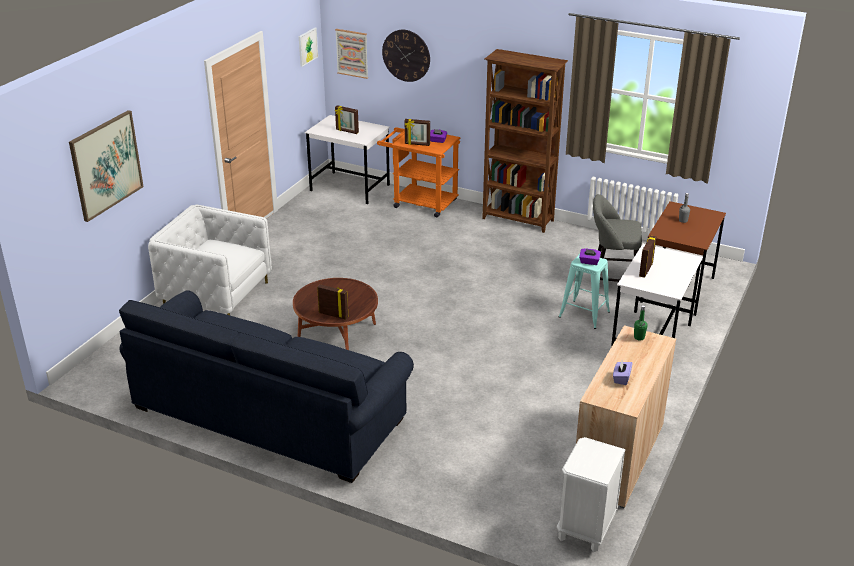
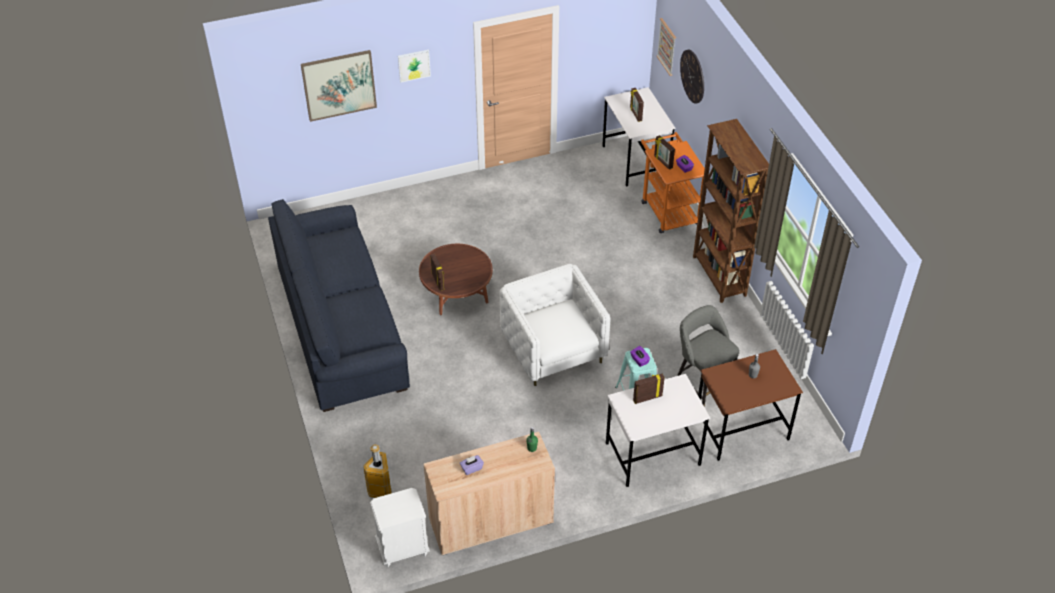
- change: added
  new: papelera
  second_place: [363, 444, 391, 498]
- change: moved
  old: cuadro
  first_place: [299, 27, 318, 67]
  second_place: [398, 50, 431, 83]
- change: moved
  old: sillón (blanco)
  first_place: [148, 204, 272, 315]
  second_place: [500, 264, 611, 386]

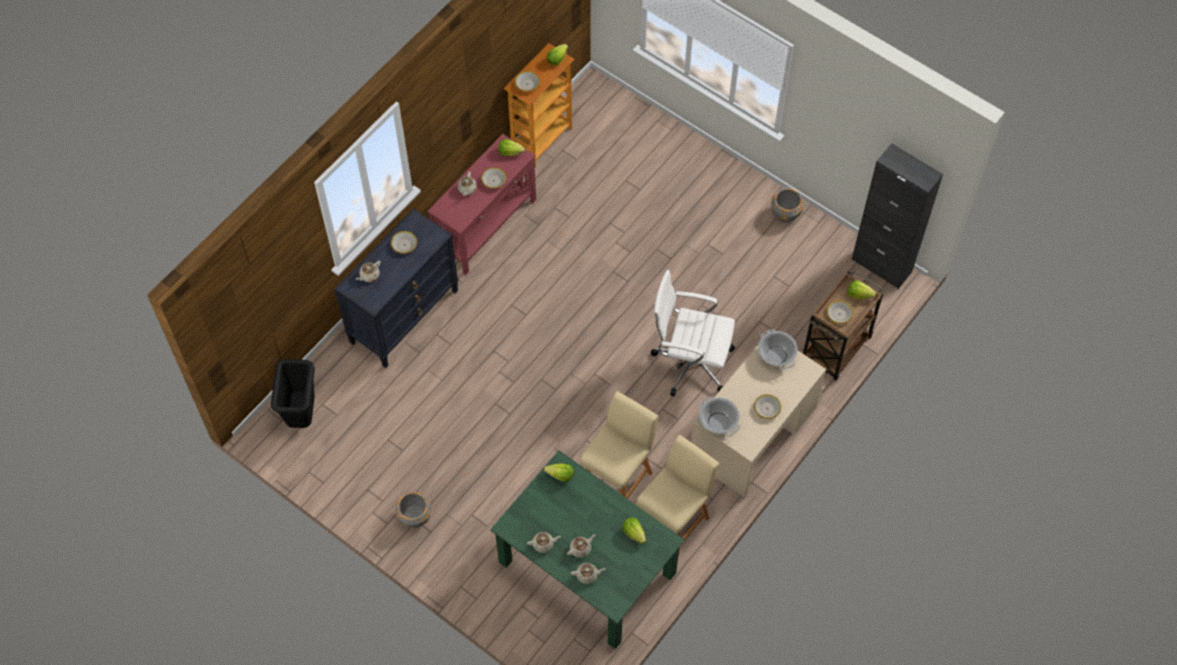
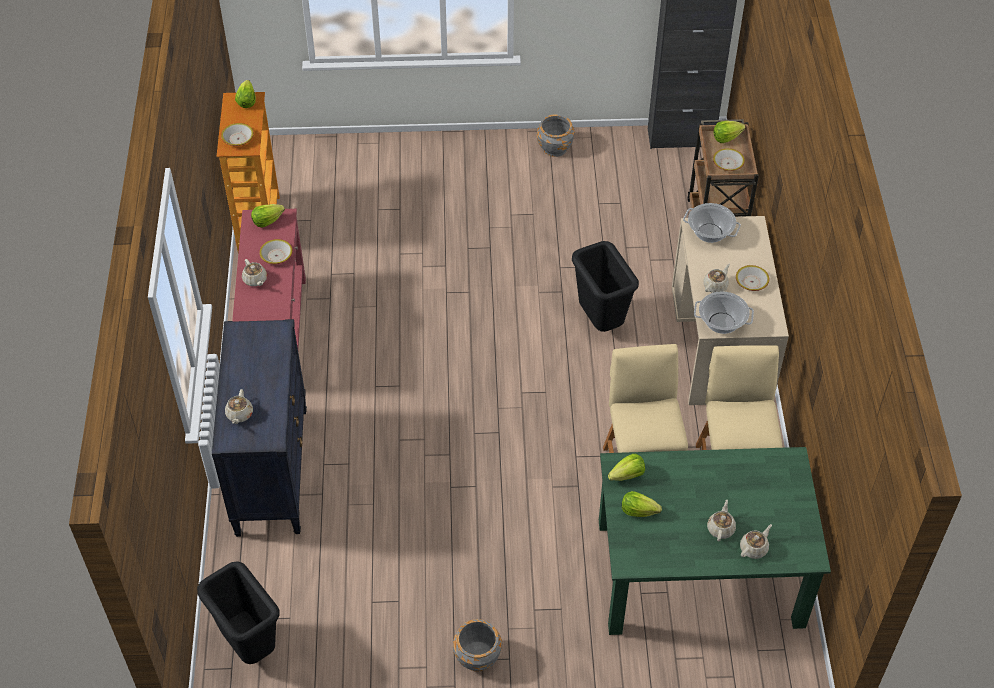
- change: replaced
  old: silla de oficina (blanco)
  new: papelera (negro)
  first_place: [651, 270, 735, 396]
  second_place: [572, 241, 639, 332]
- change: moved
  old: lechuga
  first_place: [623, 517, 646, 544]
  second_place: [622, 491, 662, 517]
- change: moved
  old: tetera (beis)
  first_place: [527, 532, 561, 553]
  second_place: [703, 263, 730, 293]
- change: removed
  old: cuenco
  first_place: [391, 231, 417, 254]

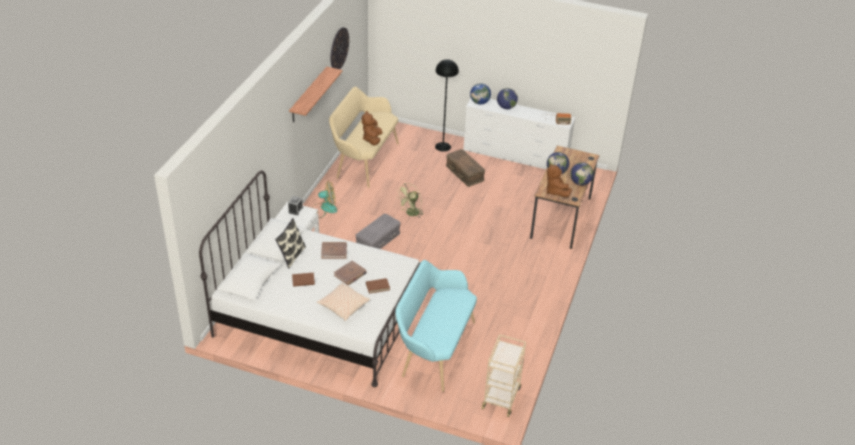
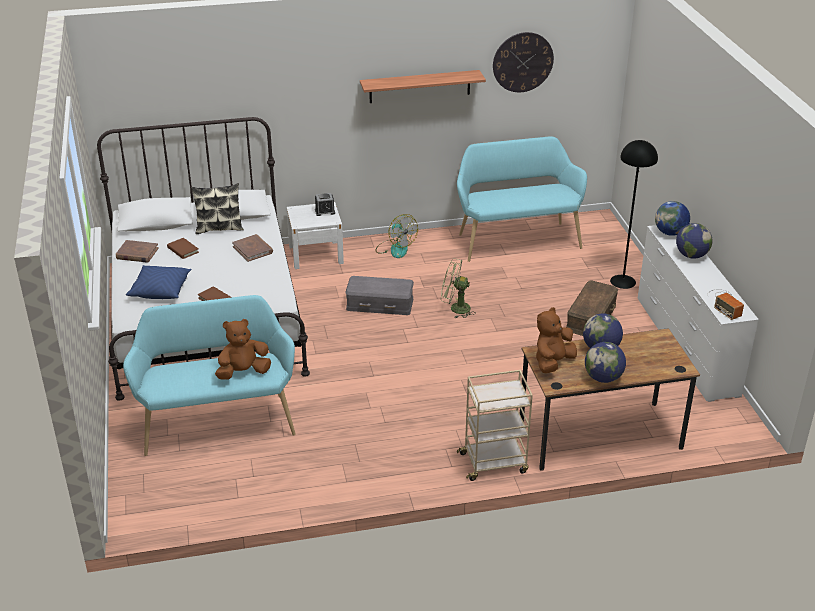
- change: moved
  old: libro (marrón)
  first_place: [334, 261, 367, 285]
  second_place: [116, 240, 159, 263]
- change: recoloured
  old: cojín (beis)
  new: cojín (azul)
  first_place: [317, 282, 370, 321]
  second_place: [126, 265, 191, 299]
- change: moved
  old: peluche (marrón)
  first_place: [362, 111, 383, 145]
  second_place: [215, 319, 271, 380]
- change: recoloured
  old: banco (beis)
  new: banco (turquesa)
  first_place: [329, 87, 399, 188]
  second_place: [457, 136, 587, 262]
- change: moved
  old: carrito (beis)
  first_place: [481, 334, 526, 417]
  second_place: [457, 370, 533, 481]

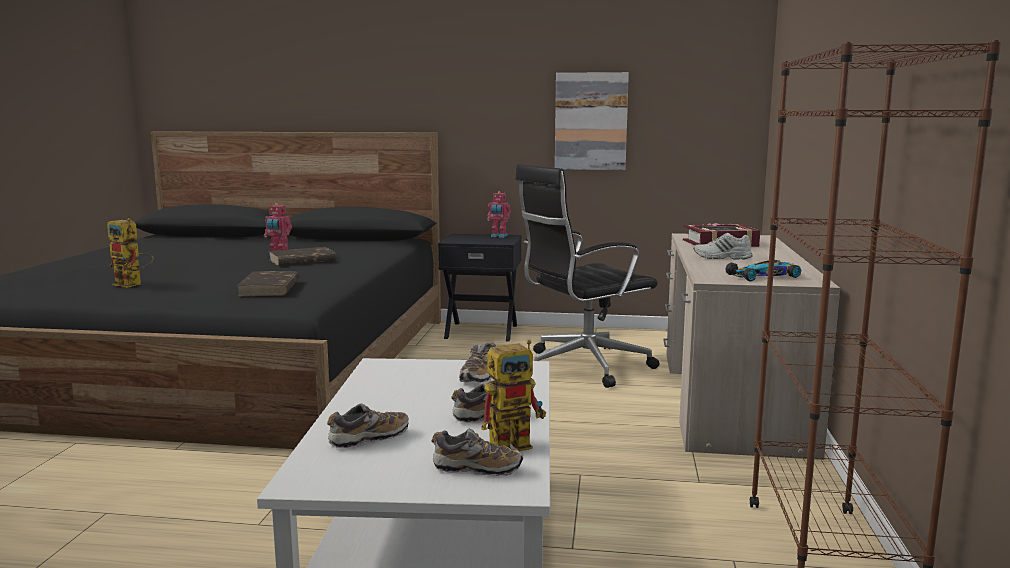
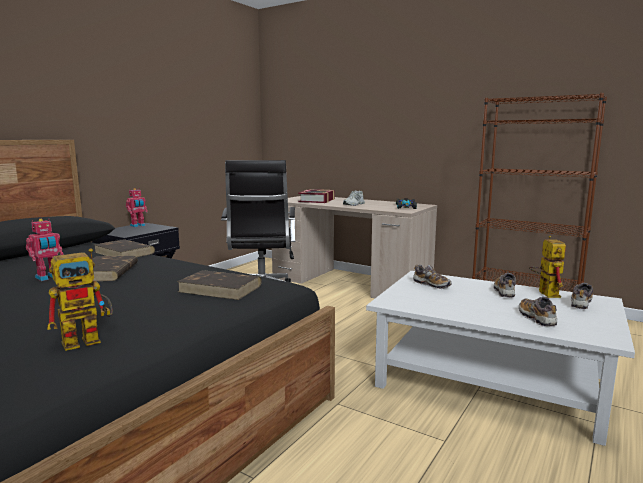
- change: added
  new: libro (marrón)
  second_place: [94, 239, 155, 257]
- change: removed
  old: cuadro
  first_place: [555, 72, 629, 170]

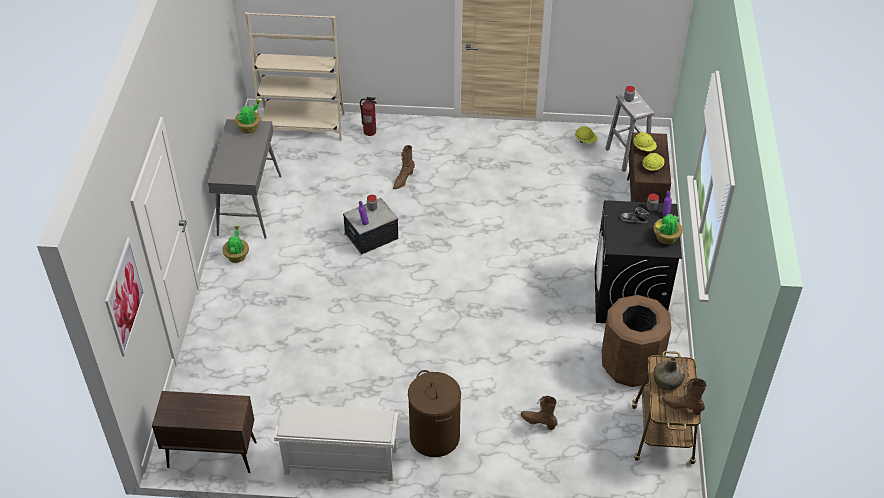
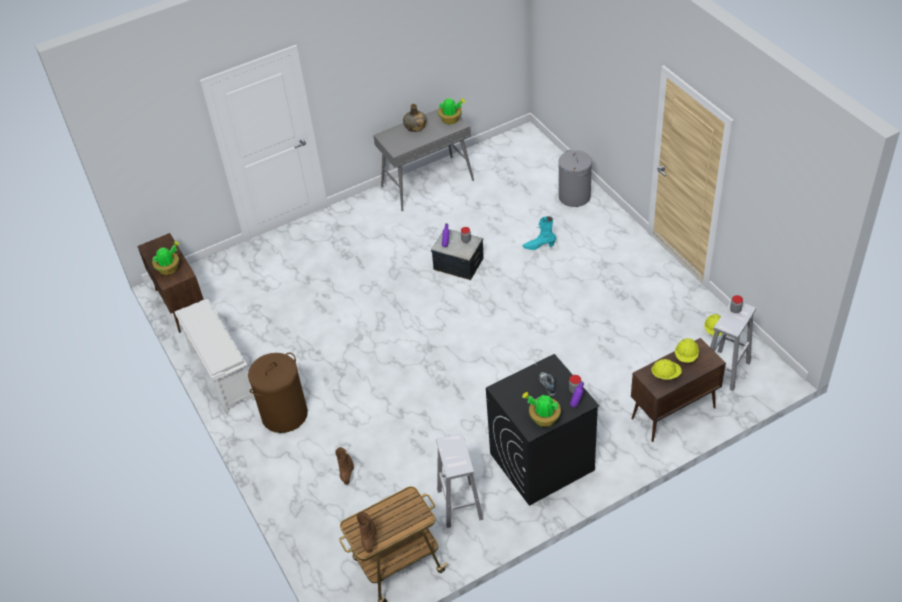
- change: moved
  old: planta en maceta
  first_place: [222, 226, 249, 263]
  second_place: [152, 241, 180, 275]
- change: moved
  old: botella (verde)
  first_place: [654, 357, 685, 390]
  second_place: [403, 104, 426, 132]
- change: replaced
  old: papelera (marrón)
  new: taburete (blanco)
  first_place: [602, 295, 671, 387]
  second_place: [436, 433, 484, 528]
- change: recoloured
  old: bota (marrón)
  new: bota (turquesa)
  first_place: [393, 145, 415, 189]
  second_place: [523, 216, 556, 250]
- change: replaced
  old: extintor
  new: cesto de la ropa (gris)
  first_place: [360, 97, 377, 136]
  second_place: [559, 150, 592, 207]
- change: removed
  old: cuadro
  first_place: [105, 238, 145, 357]
- change: removed
  old: estantería (beis)
  first_place: [245, 12, 345, 141]

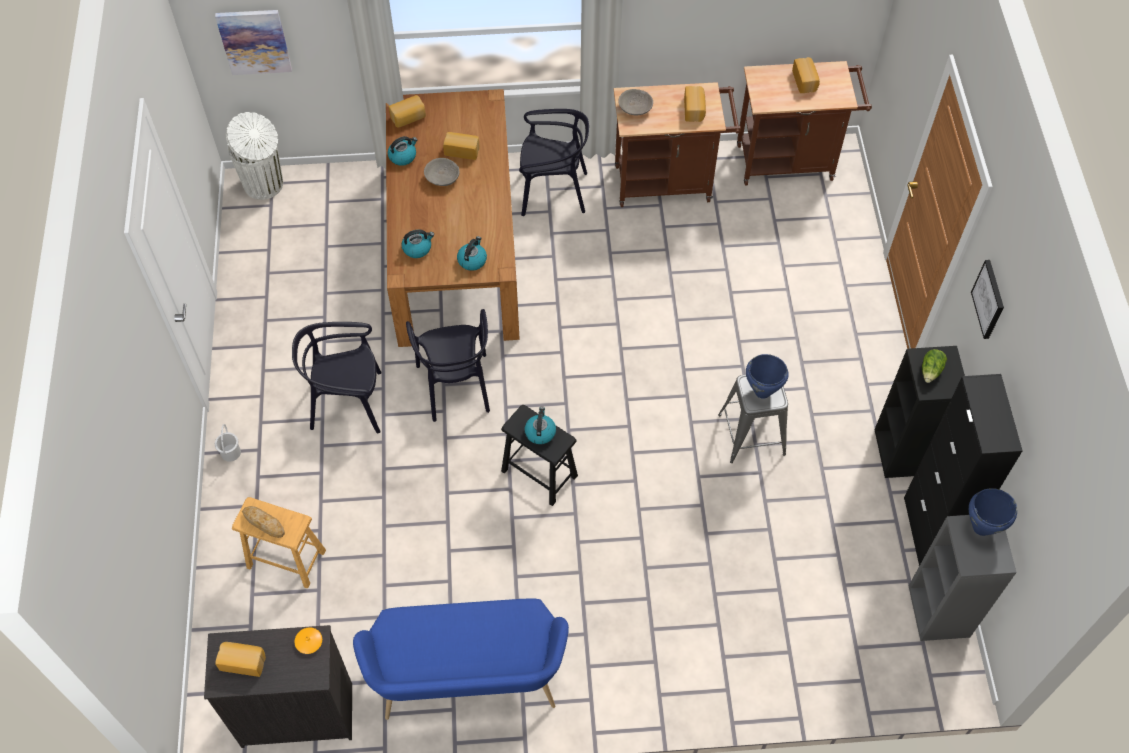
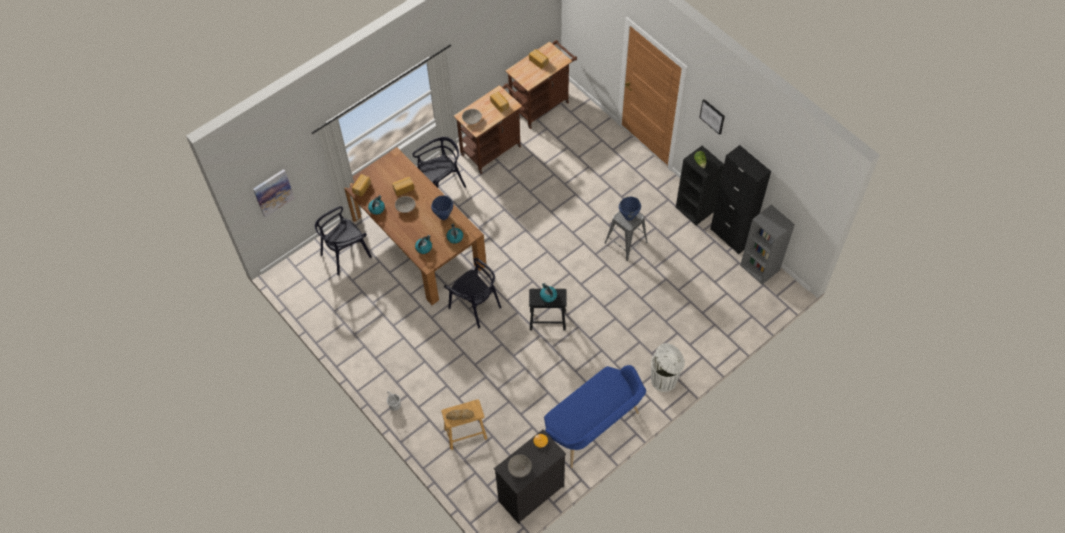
- change: moved
  old: silla (negro)
  first_place: [292, 322, 381, 433]
  second_place: [314, 206, 372, 276]
- change: moved
  old: olla (azul)
  first_place: [969, 488, 1017, 536]
  second_place: [431, 195, 453, 220]
- change: replaced
  old: pan
  new: cuenco (gris)
  first_place: [215, 642, 266, 677]
  second_place: [508, 455, 532, 478]
- change: moved
  old: papelera (blanco)
  first_place: [226, 112, 283, 200]
  second_place: [651, 343, 685, 392]

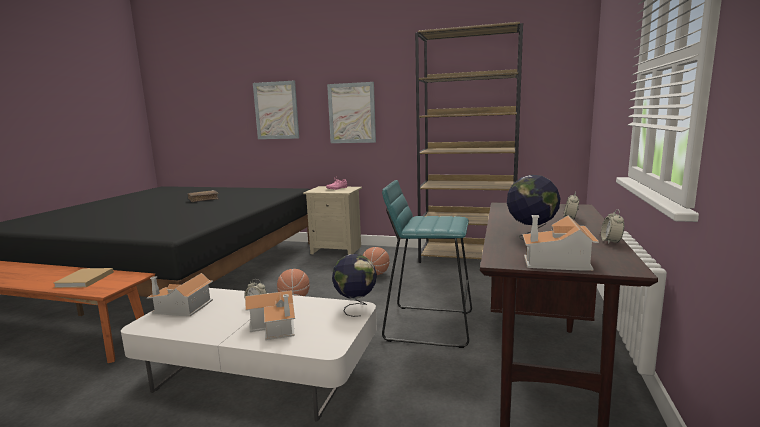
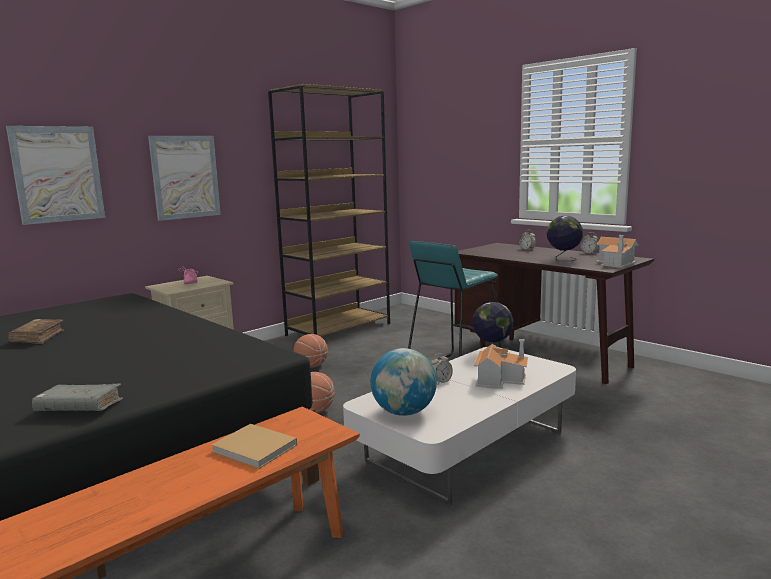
- change: added
  new: libro (gris)
  second_place: [32, 384, 123, 411]
- change: replaced
  old: casita
  new: globo terráqueo
  first_place: [147, 273, 213, 316]
  second_place: [370, 348, 437, 416]

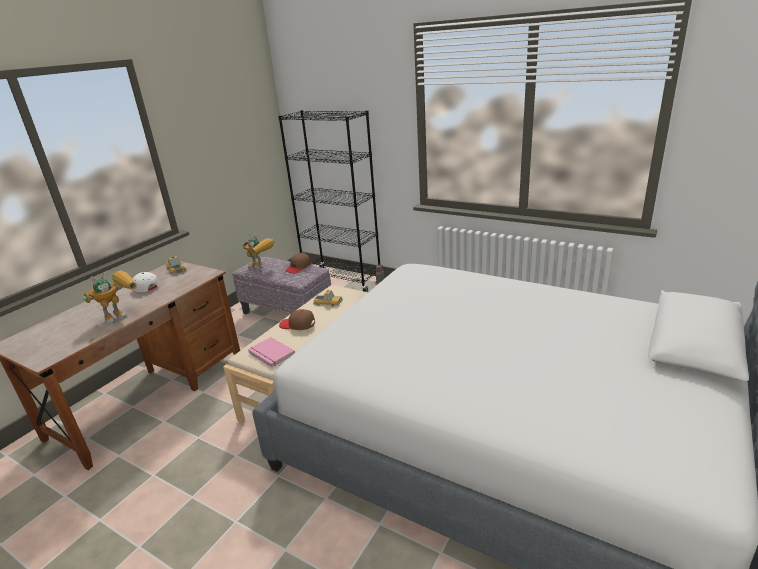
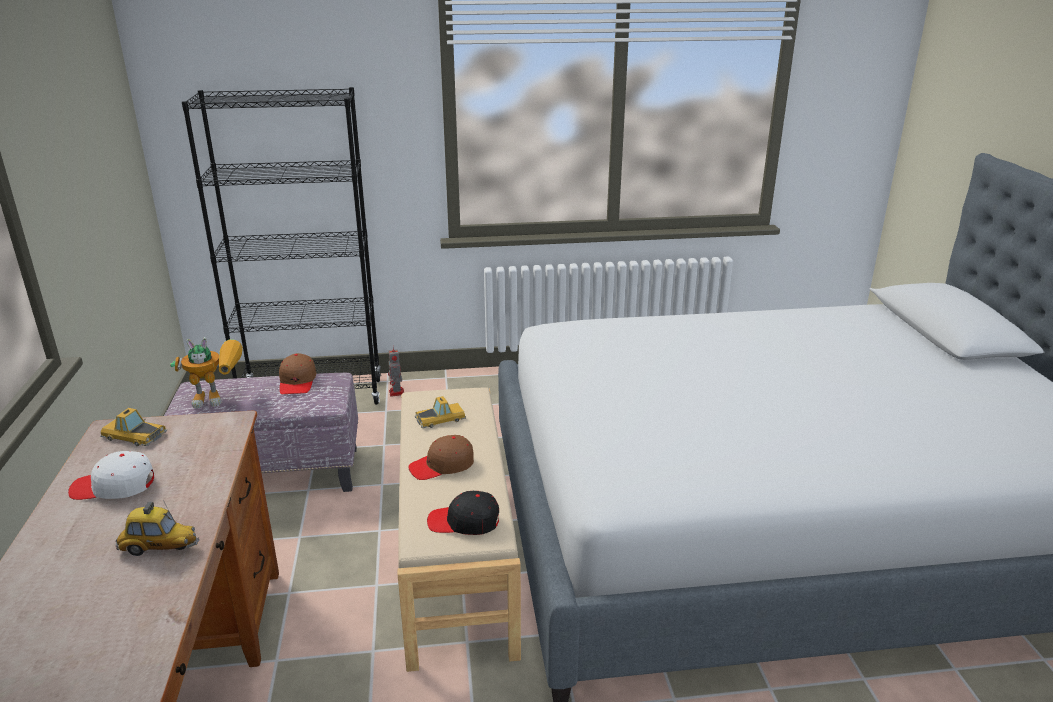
- change: replaced
  old: robot de juguete
  new: coche de juguete
  first_place: [83, 271, 137, 325]
  second_place: [116, 500, 199, 556]
- change: replaced
  old: libro (rosa)
  new: gorra (negro)
  first_place: [248, 337, 295, 367]
  second_place: [427, 491, 499, 535]

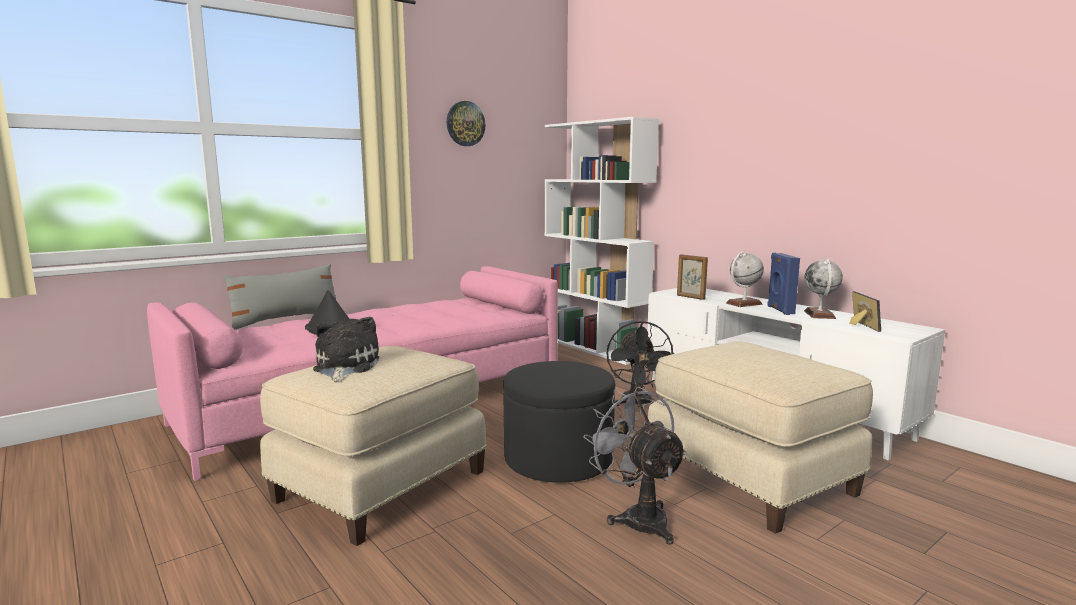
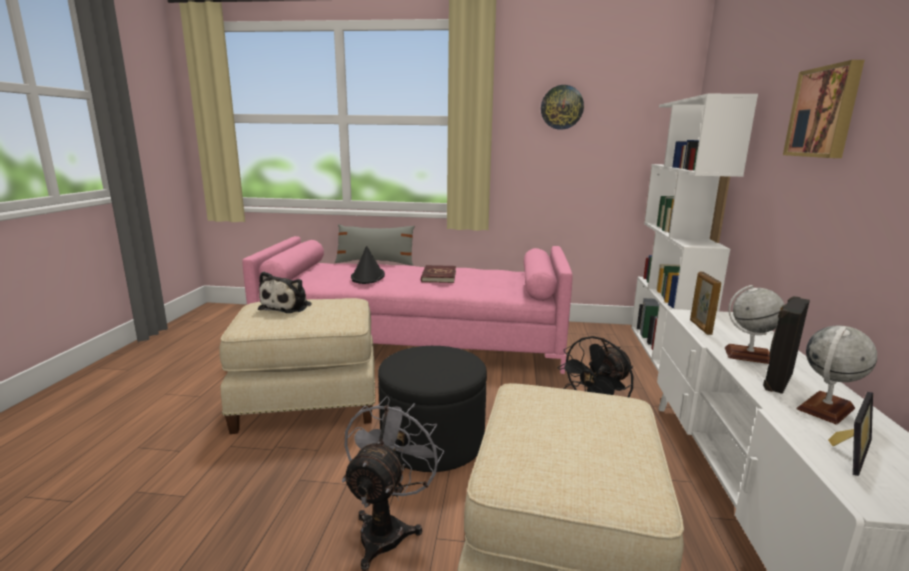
- change: turned
  old: peluche
  first_place: [313, 317, 379, 381]
  second_place: [258, 272, 312, 313]
  degrees: 150
- change: added
  new: libro (rojo)
  second_place: [421, 265, 456, 283]
- change: recoloured
  old: altavoz (azul)
  new: altavoz (negro)
  first_place: [767, 253, 800, 315]
  second_place: [763, 296, 810, 394]
- change: added
  new: cuadro
  second_place: [783, 60, 865, 158]

